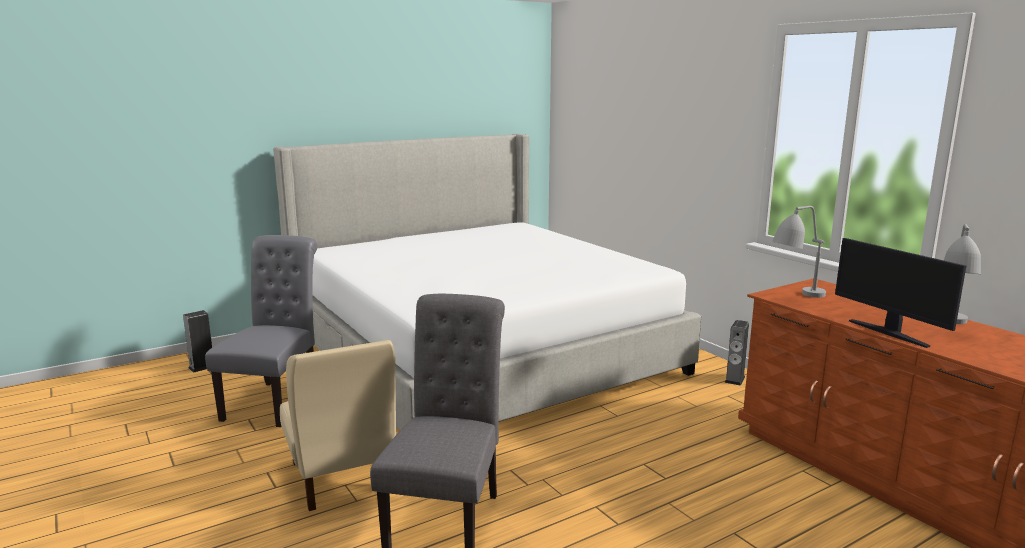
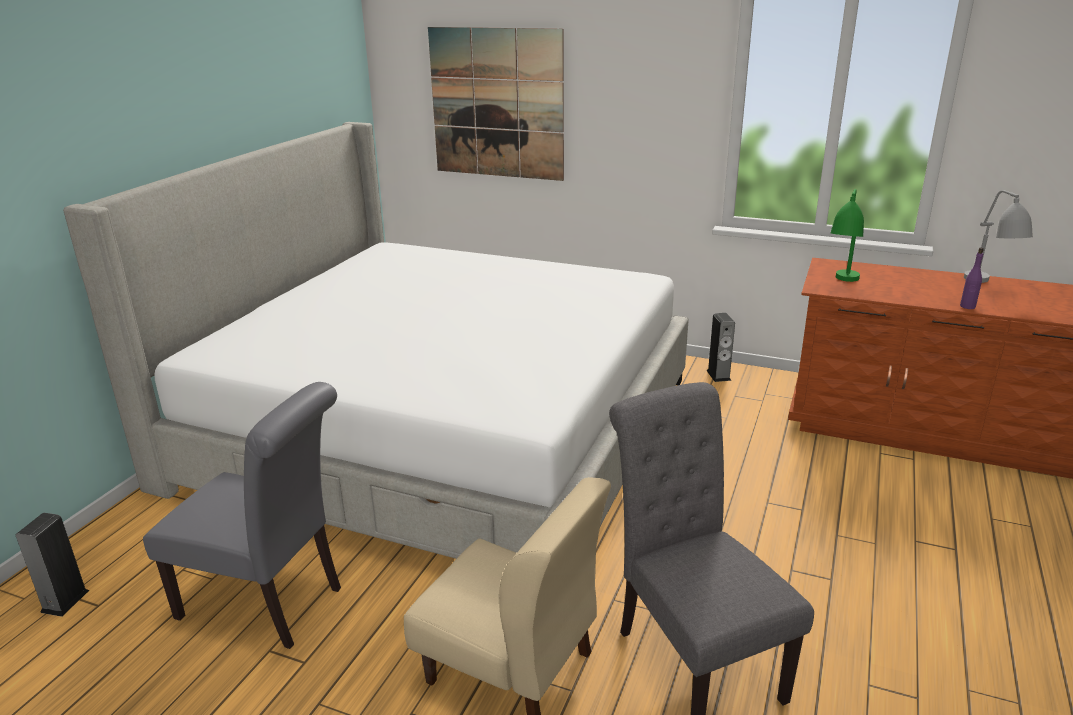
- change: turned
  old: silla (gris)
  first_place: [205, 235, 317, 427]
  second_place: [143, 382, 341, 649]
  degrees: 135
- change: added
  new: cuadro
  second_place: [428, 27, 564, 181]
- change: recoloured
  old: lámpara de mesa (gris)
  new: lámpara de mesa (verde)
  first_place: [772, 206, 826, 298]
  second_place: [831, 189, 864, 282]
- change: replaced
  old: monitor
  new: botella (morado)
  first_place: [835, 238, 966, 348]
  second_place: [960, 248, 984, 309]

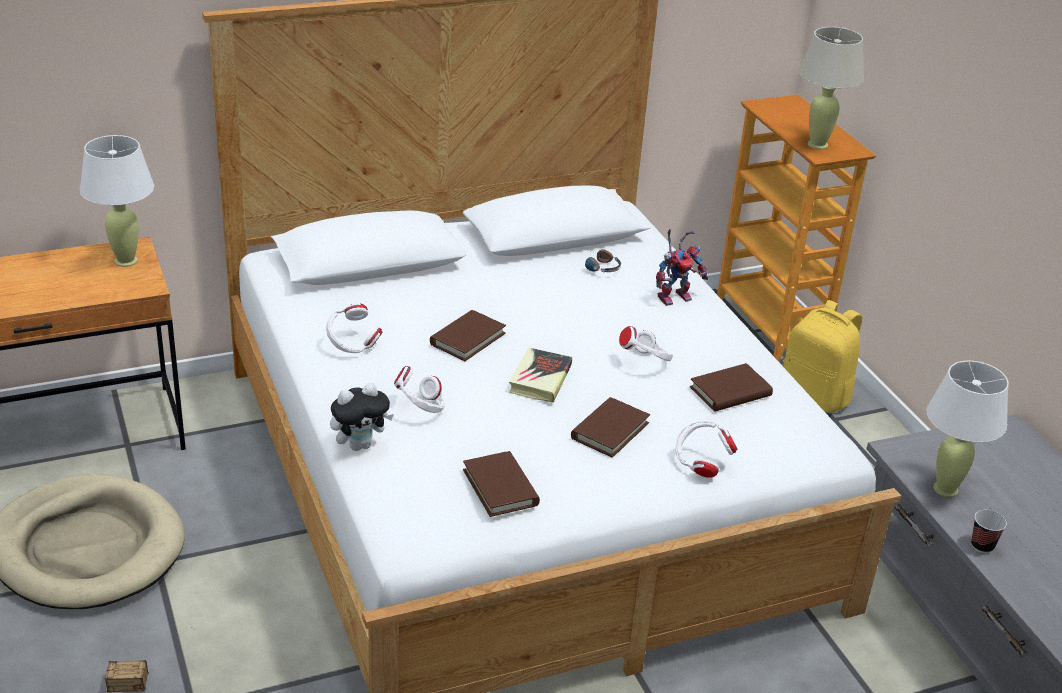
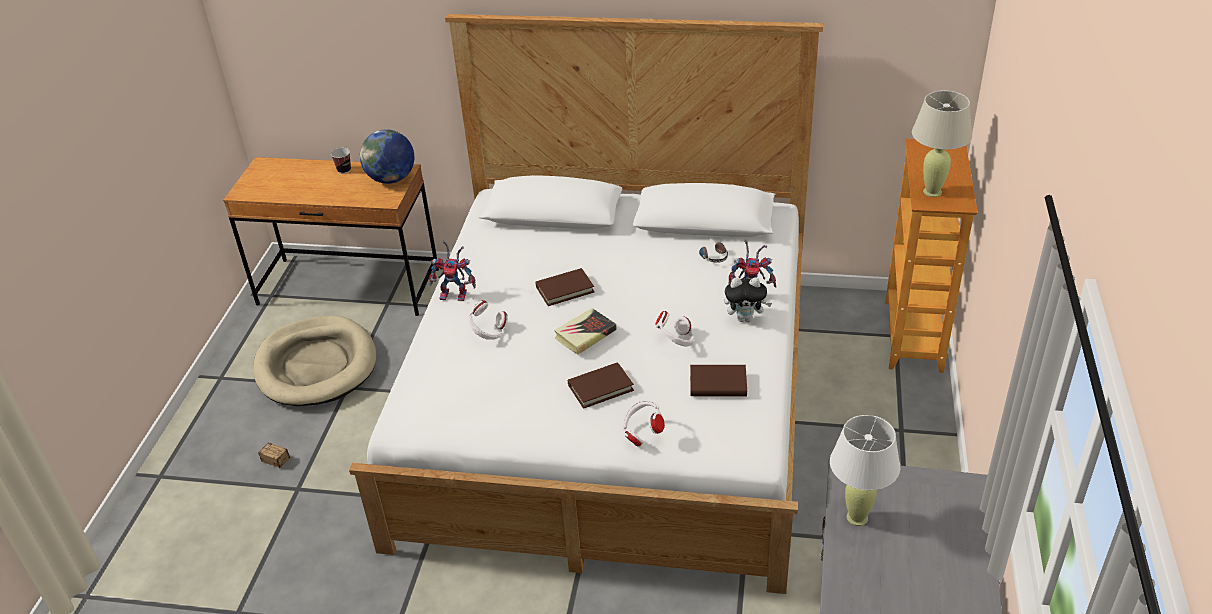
- change: moved
  old: taza
  first_place: [971, 510, 1007, 553]
  second_place: [331, 148, 351, 174]
- change: replaced
  old: lámpara de mesa (blanco)
  new: globo terráqueo
  first_place: [80, 135, 154, 267]
  second_place: [360, 129, 414, 184]
- change: added
  new: robot de juguete
  second_place: [429, 241, 476, 301]
- change: moved
  old: peluche
  first_place: [330, 383, 394, 451]
  second_place: [724, 277, 772, 322]
- change: removed
  old: auriculares (blanco)
  first_place: [326, 303, 382, 353]
- change: removed
  old: libro (marrón)
  first_place: [463, 451, 540, 517]
- change: removed
  old: mochila (amarillo)
  first_place: [782, 300, 862, 413]

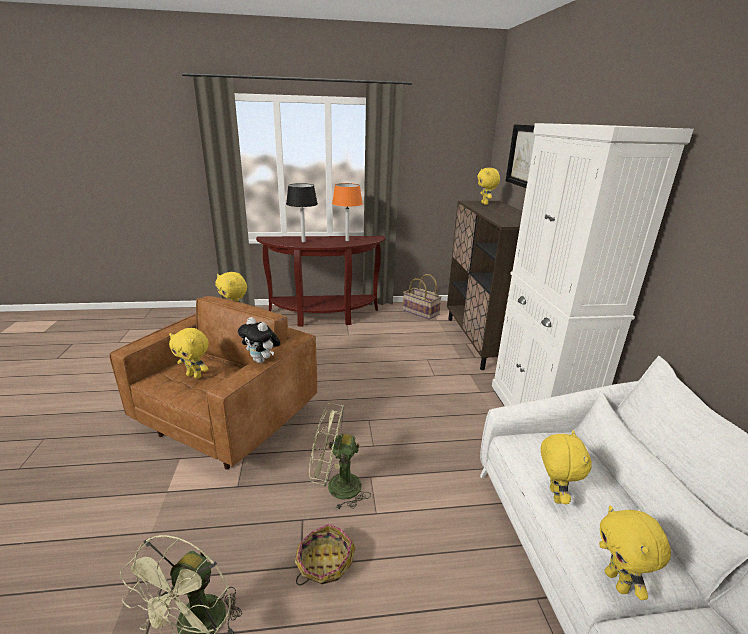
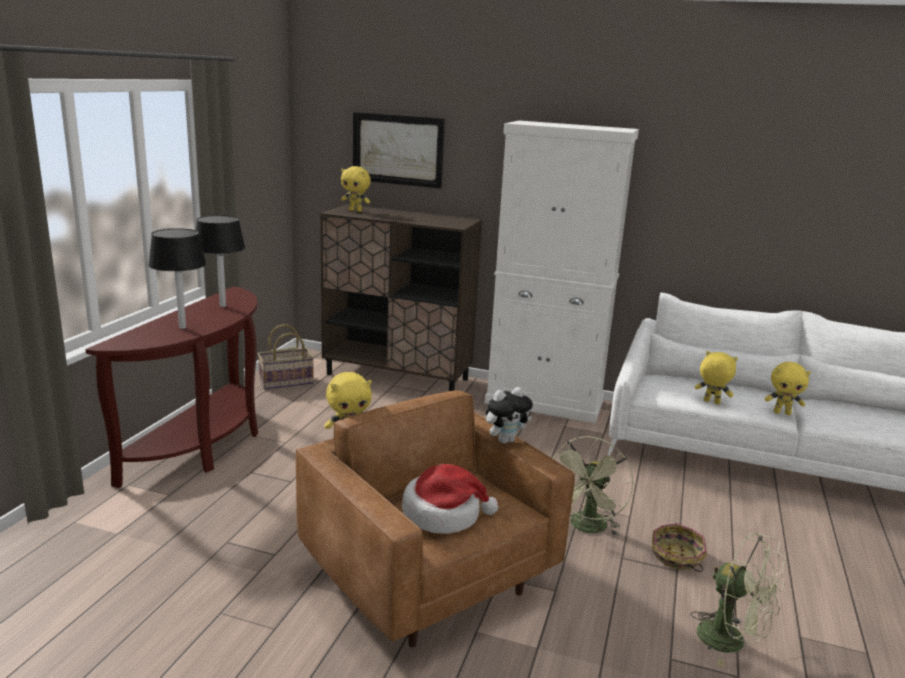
- change: recoloured
  old: lámpara de mesa (naranja)
  new: lámpara de mesa (negro)
  first_place: [332, 183, 363, 241]
  second_place: [196, 215, 245, 307]
- change: replaced
  old: peluche (amarillo)
  new: sombrero
  first_place: [169, 328, 209, 379]
  second_place: [402, 464, 498, 534]

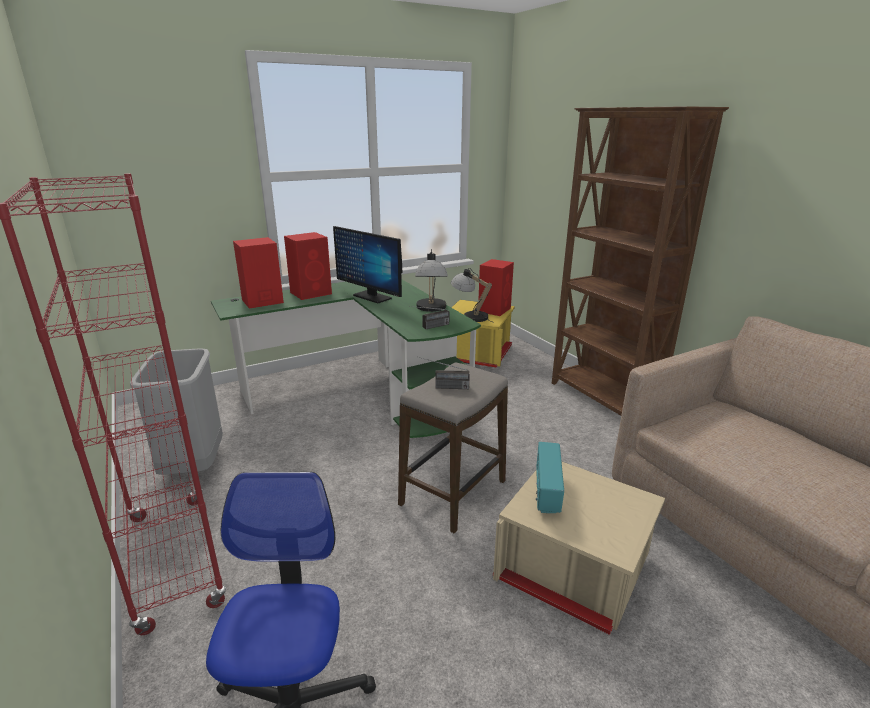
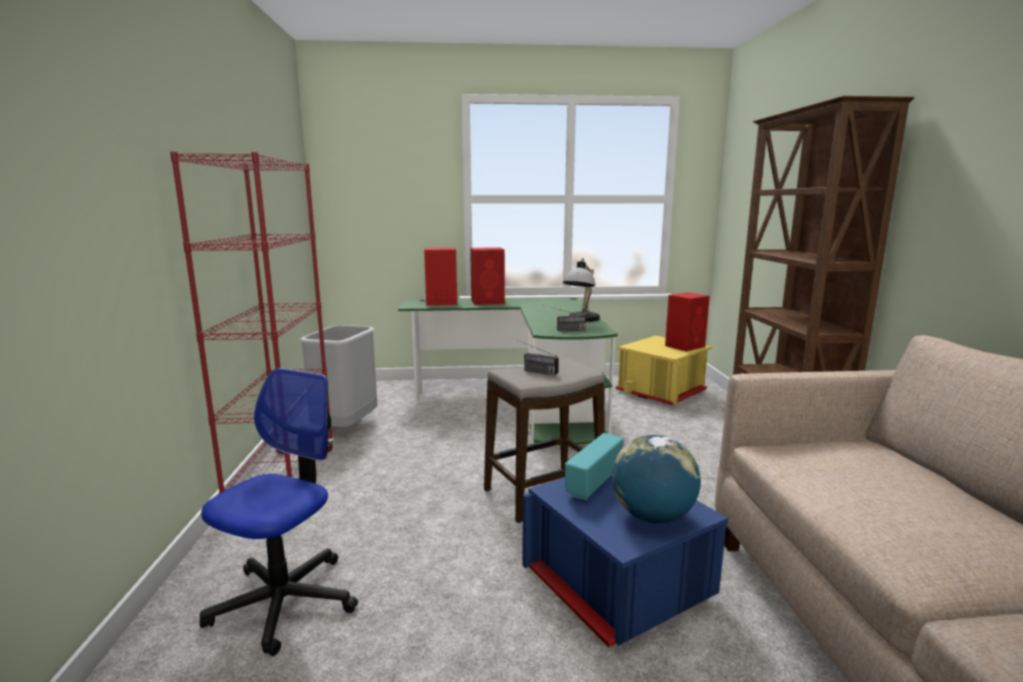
- change: recoloured
  old: caja de almacenaje (beis)
  new: caja de almacenaje (azul)
  first_place: [493, 462, 665, 635]
  second_place: [522, 475, 728, 648]
- change: added
  new: globo terráqueo
  second_place: [612, 435, 701, 523]
- change: removed
  old: monitor
  first_place: [333, 226, 402, 303]
- change: removed
  old: lámpara de mesa
  first_place: [451, 268, 492, 322]

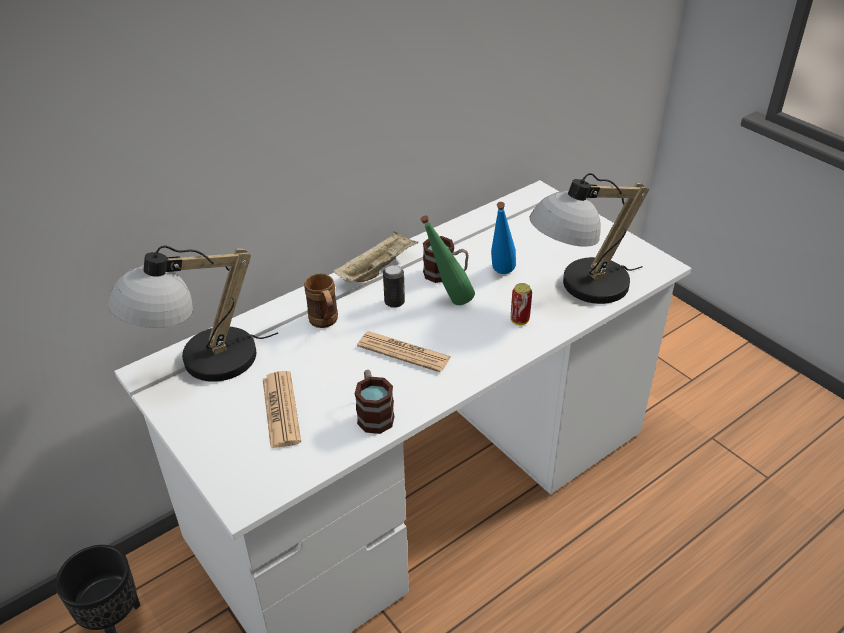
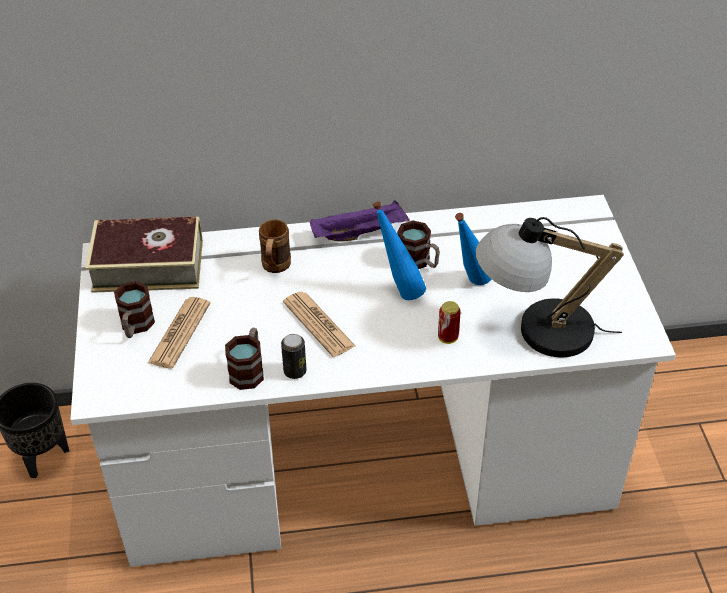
- change: replaced
  old: lámpara de mesa
  new: libro
  first_place: [108, 245, 278, 382]
  second_place: [85, 216, 203, 293]
- change: added
  new: taza grande
  second_place: [114, 281, 155, 338]
- change: moved
  old: lata
  first_place: [383, 265, 405, 308]
  second_place: [281, 334, 307, 379]
- change: recoloured
  old: bandeja (beis)
  new: bandeja (morado)
  first_place: [334, 231, 418, 283]
  second_place: [310, 200, 410, 241]
- change: recoloured
  old: botella (verde)
  new: botella (azul)
  first_place: [420, 215, 475, 305]
  second_place: [373, 201, 426, 300]

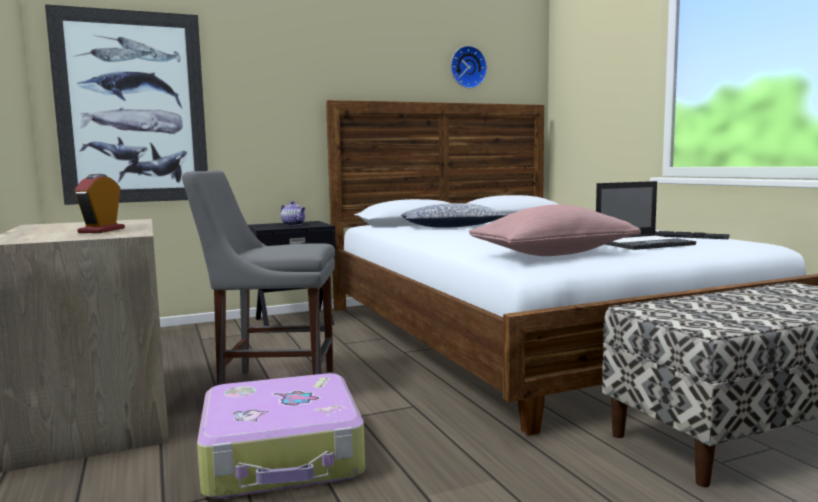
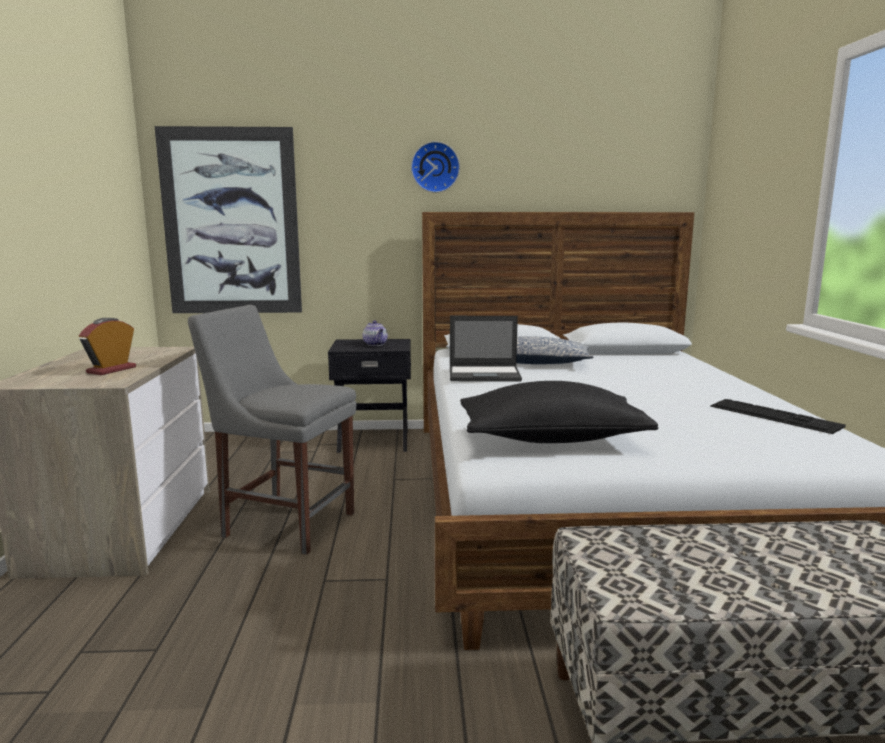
- change: moved
  old: reloj de pared
  first_place: [451, 46, 487, 88]
  second_place: [411, 141, 460, 193]
- change: moved
  old: portátil
  first_place: [596, 181, 696, 250]
  second_place: [450, 316, 522, 381]
- change: recoloured
  old: cojín (rosa)
  new: cojín (negro)
  first_place: [469, 204, 641, 256]
  second_place: [460, 381, 658, 443]
- change: removed
  old: maleta
  first_place: [197, 373, 365, 499]

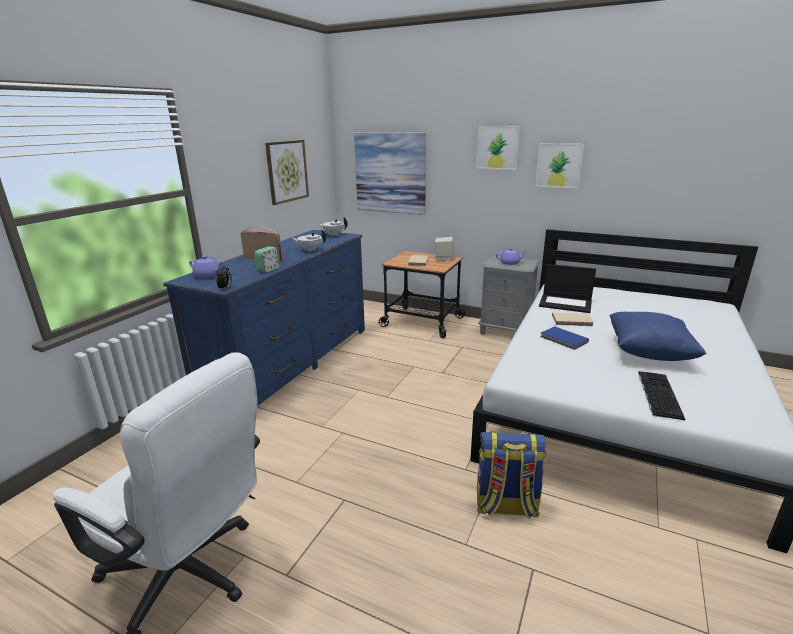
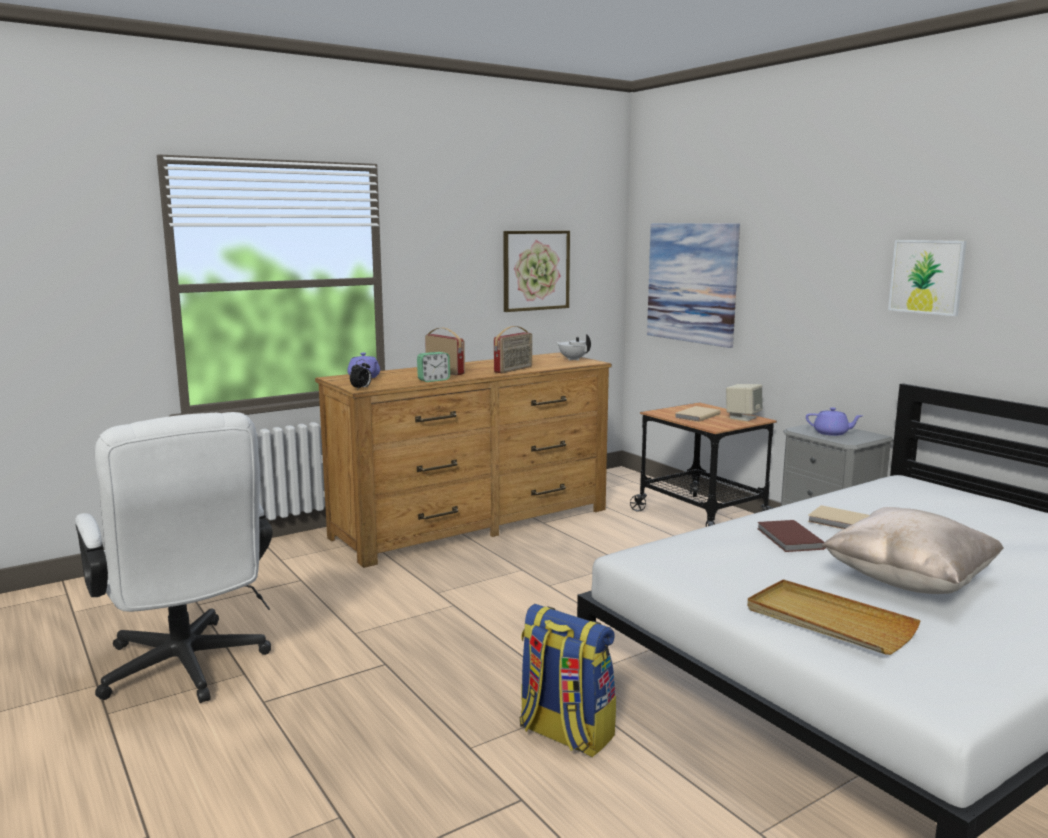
- change: recoloured
  old: cómoda (azul)
  new: cómoda (marrón)
  first_place: [163, 230, 365, 406]
  second_place: [315, 352, 612, 568]
- change: replaced
  old: tetera (blanco)
  new: radio
  first_place: [292, 229, 326, 252]
  second_place: [494, 326, 532, 373]
- change: replaced
  old: teclado
  new: bandeja (beis)
  first_place: [638, 371, 685, 420]
  second_place: [747, 579, 921, 655]
- change: recoloured
  old: libro (azul)
  new: libro (marrón)
  first_place: [540, 326, 589, 350]
  second_place: [758, 520, 826, 552]
- change: recoloured
  old: cojín (azul)
  new: cojín (beis)
  first_place: [610, 312, 707, 361]
  second_place: [821, 507, 1004, 594]
- change: removed
  old: cuadro
  first_place: [477, 126, 520, 170]
- change: removed
  old: portátil
  first_place: [539, 264, 596, 313]

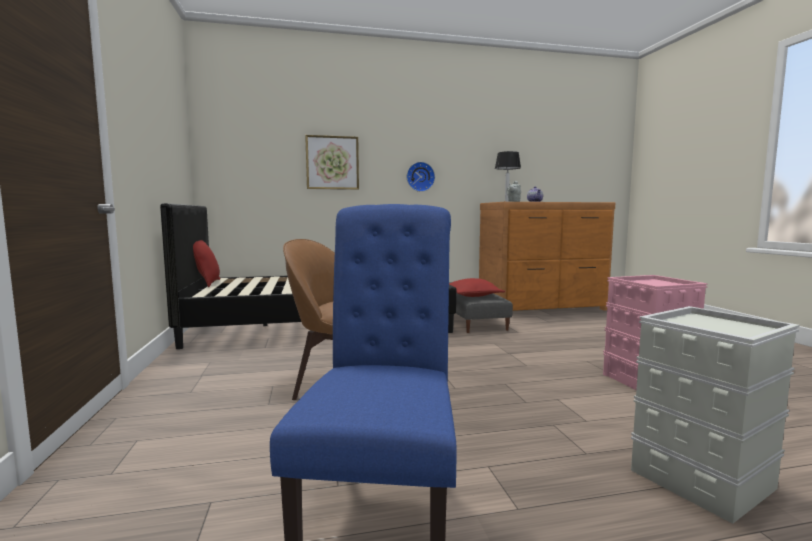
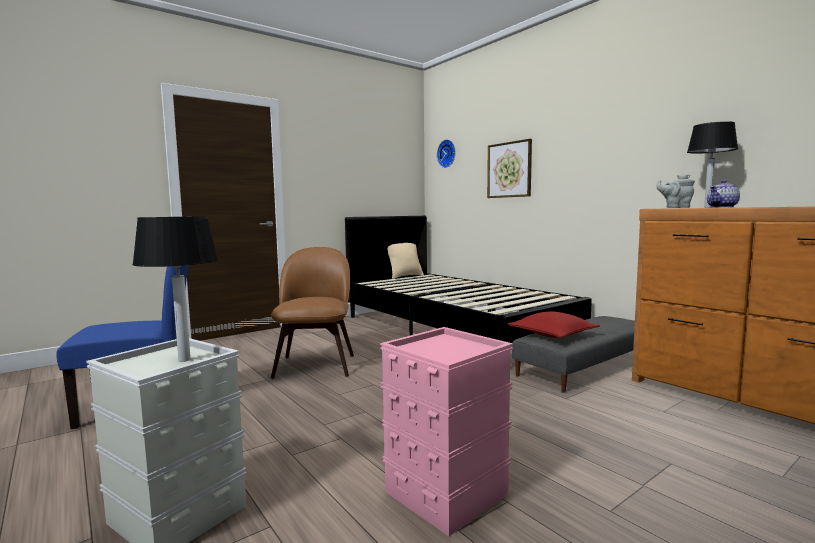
- change: added
  new: lámpara de mesa
  second_place: [132, 216, 218, 362]
- change: recoloured
  old: cojín (rojo)
  new: cojín (beis)
  first_place: [193, 240, 220, 287]
  second_place: [388, 243, 424, 279]
- change: moved
  old: reloj de pared
  first_place: [407, 162, 435, 192]
  second_place: [437, 139, 456, 168]

